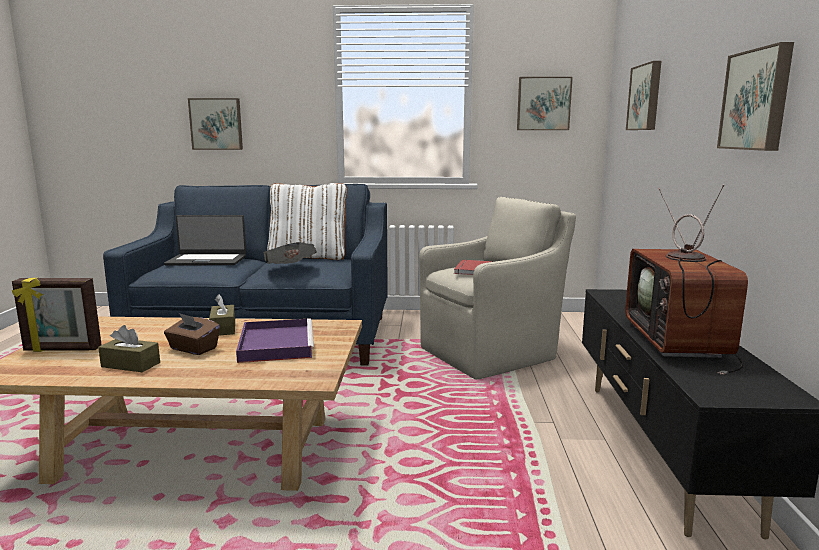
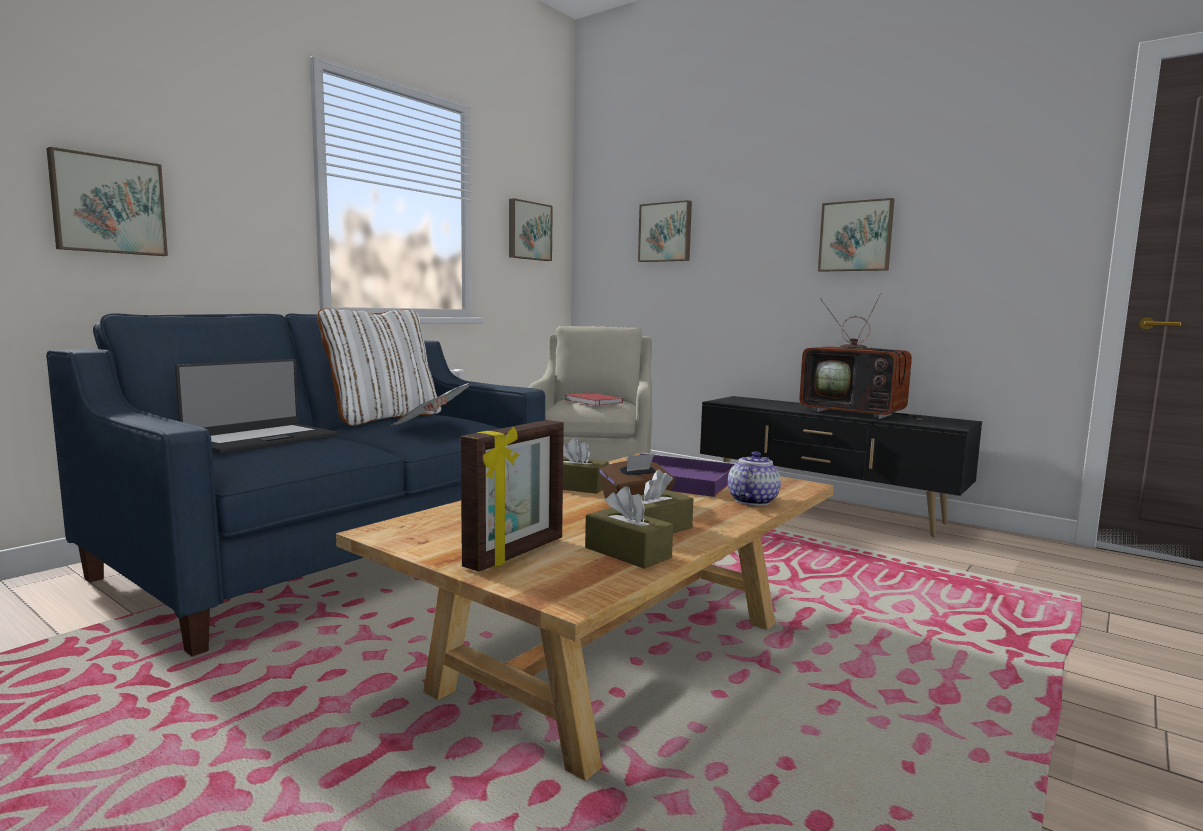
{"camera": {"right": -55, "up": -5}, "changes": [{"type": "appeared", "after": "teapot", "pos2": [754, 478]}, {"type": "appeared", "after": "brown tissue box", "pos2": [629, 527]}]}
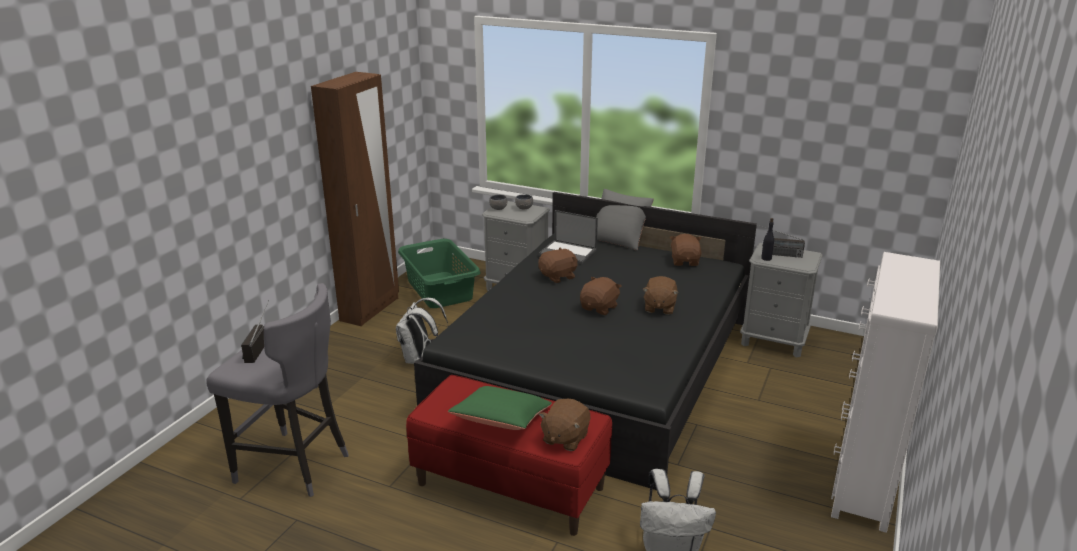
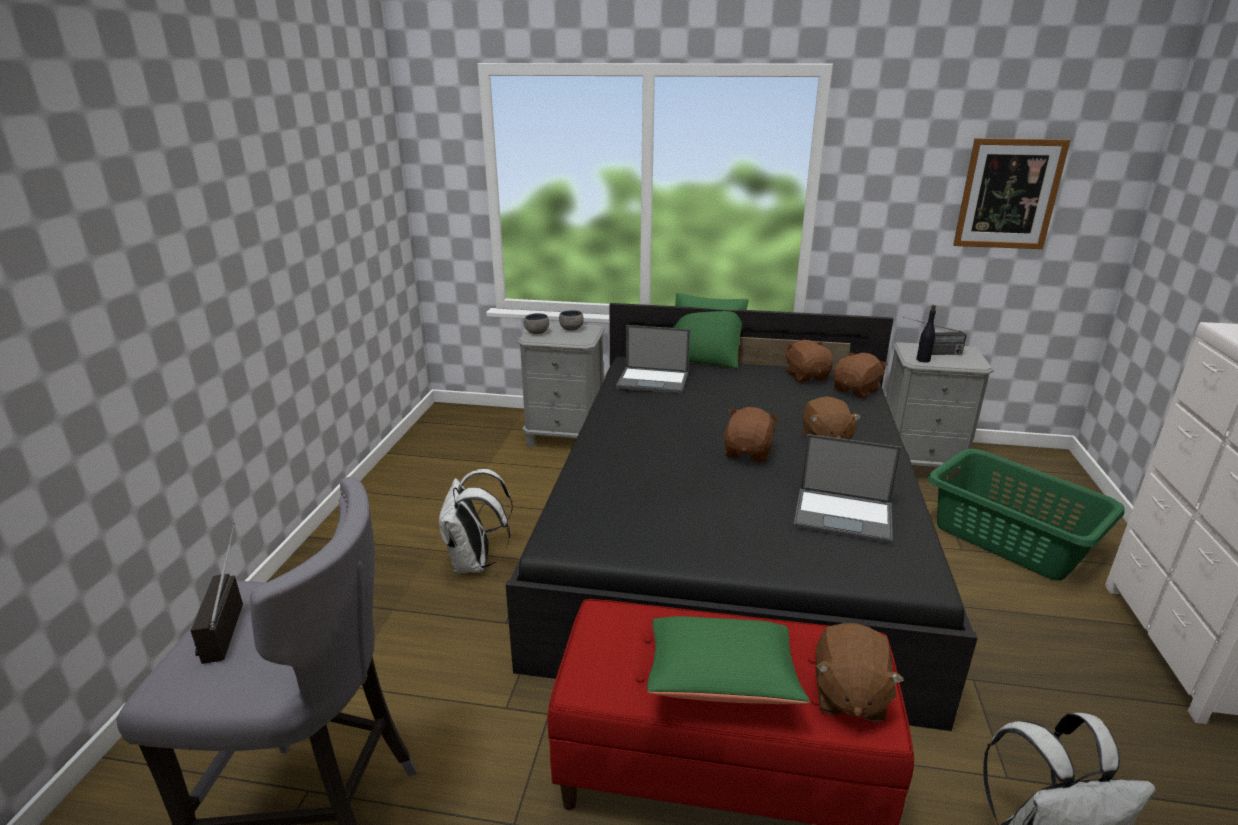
{"camera": {"right": -15, "up": 0}, "changes": [{"type": "missing", "before": "brown wardrobe", "pos1": [355, 199]}, {"type": "colour", "before": "grey pillow", "after": "green pillow", "pos1": [625, 220], "pos2": [711, 331]}, {"type": "relocated", "before": "green laundry basket", "pos1": [439, 273], "pos2": [1026, 514]}, {"type": "relocated", "before": "brown plush toy", "pos1": [558, 265], "pos2": [860, 375]}, {"type": "appeared", "after": "picture", "pos2": [1011, 193]}, {"type": "appeared", "after": "laptop", "pos2": [847, 489]}]}
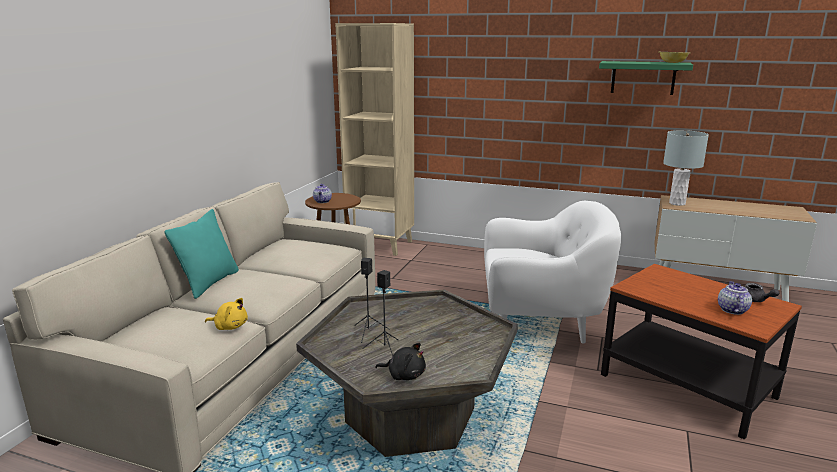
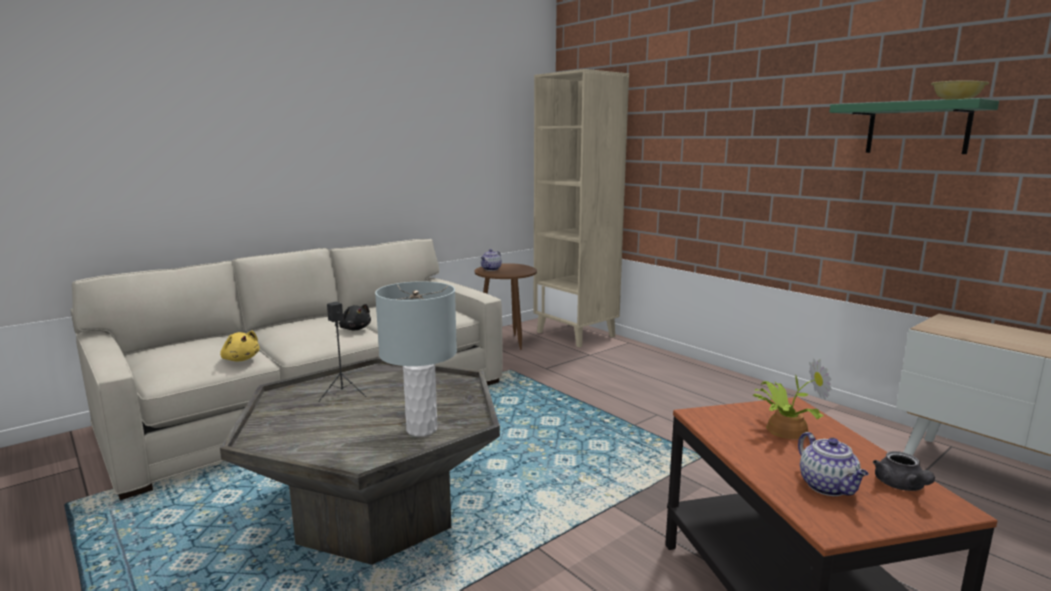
{"camera": {"right": 30, "up": -5}, "changes": [{"type": "relocated", "before": "grey table lamp", "pos1": [686, 168], "pos2": [416, 358]}, {"type": "missing", "before": "white armchair", "pos1": [552, 272]}, {"type": "missing", "before": "turquoise pillow", "pos1": [201, 254]}, {"type": "missing", "before": "black speaker", "pos1": [380, 313]}, {"type": "spun", "before": "teapot", "pos1": [735, 298], "pos2": [833, 464], "turn": 120}, {"type": "relocated", "before": "black plush toy", "pos1": [400, 361], "pos2": [355, 317]}, {"type": "appeared", "after": "potted plant", "pos2": [792, 399]}]}
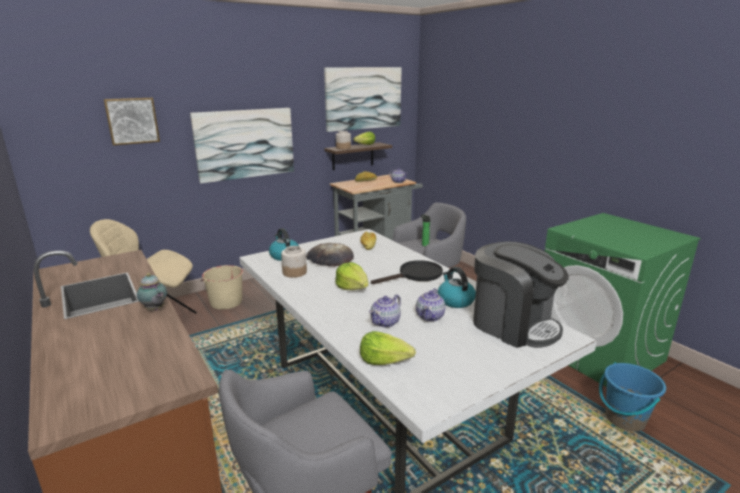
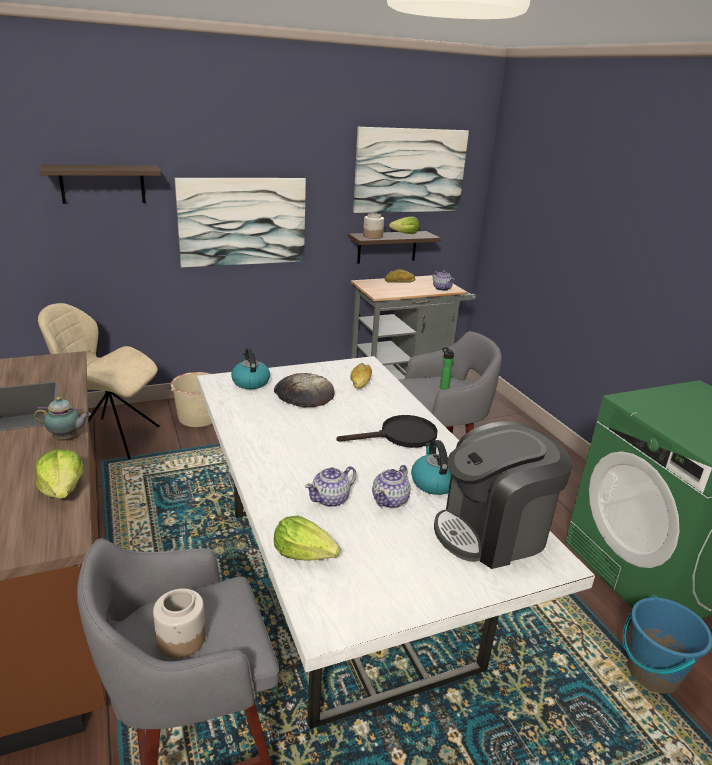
{"camera": {"right": 10, "up": 5}, "changes": [{"type": "exchanged", "before": "picture", "after": "shelf", "pos1": [132, 122], "pos2": [100, 184]}, {"type": "spun", "before": "coffee machine", "pos1": [521, 294], "pos2": [503, 495], "turn": 105}, {"type": "relocated", "before": "jar", "pos1": [294, 262], "pos2": [179, 623]}, {"type": "relocated", "before": "lettuce", "pos1": [352, 276], "pos2": [60, 474]}, {"type": "spun", "before": "teapot", "pos1": [152, 291], "pos2": [62, 418], "turn": -60}]}
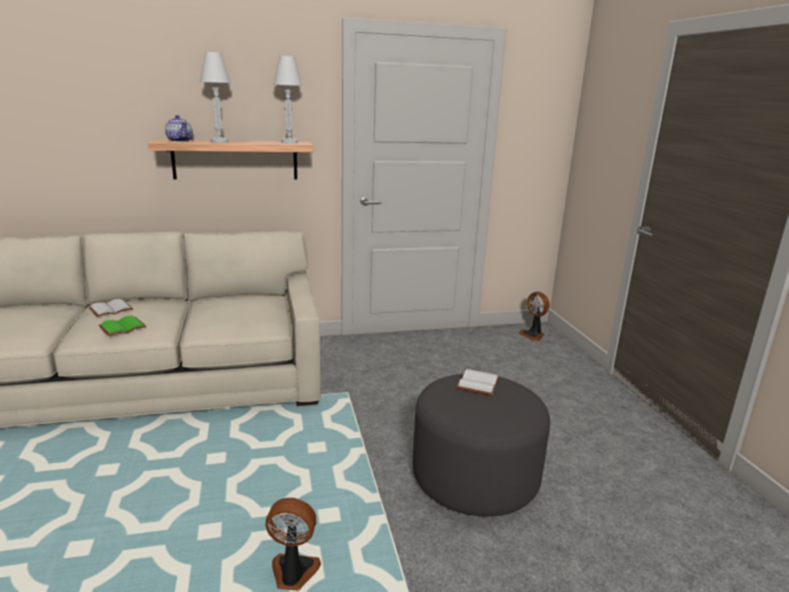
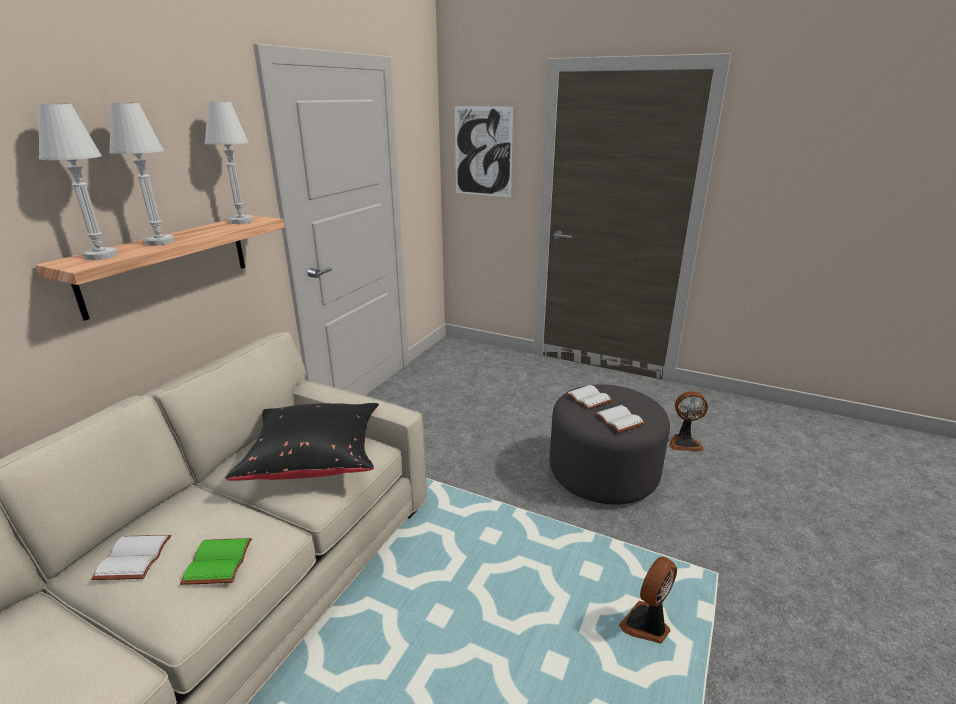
{"camera": {"right": -50, "up": 5}, "changes": [{"type": "exchanged", "before": "teapot", "after": "white table lamp", "pos1": [179, 128], "pos2": [78, 182]}, {"type": "relocated", "before": "fan", "pos1": [534, 316], "pos2": [688, 421]}, {"type": "appeared", "after": "picture", "pos2": [484, 151]}, {"type": "appeared", "after": "black pillow", "pos2": [302, 442]}, {"type": "appeared", "after": "white book", "pos2": [619, 418]}]}
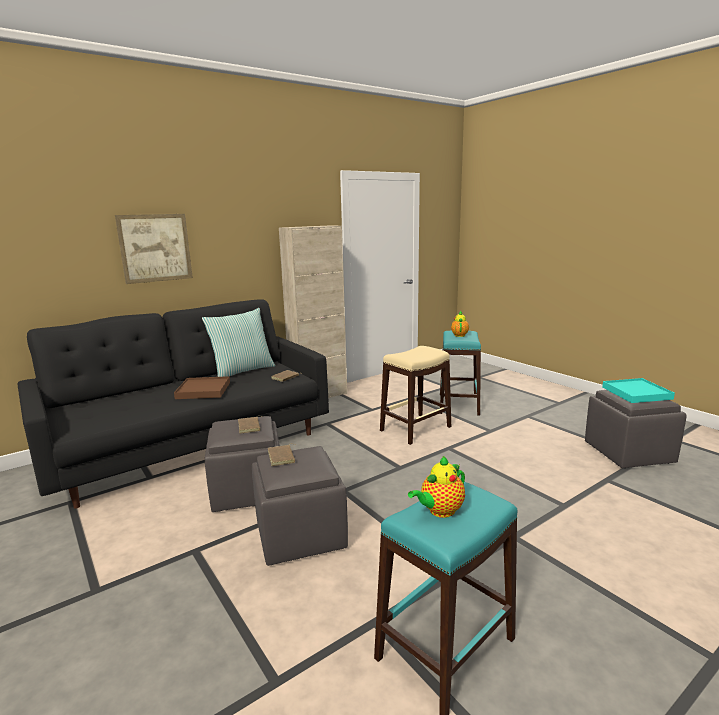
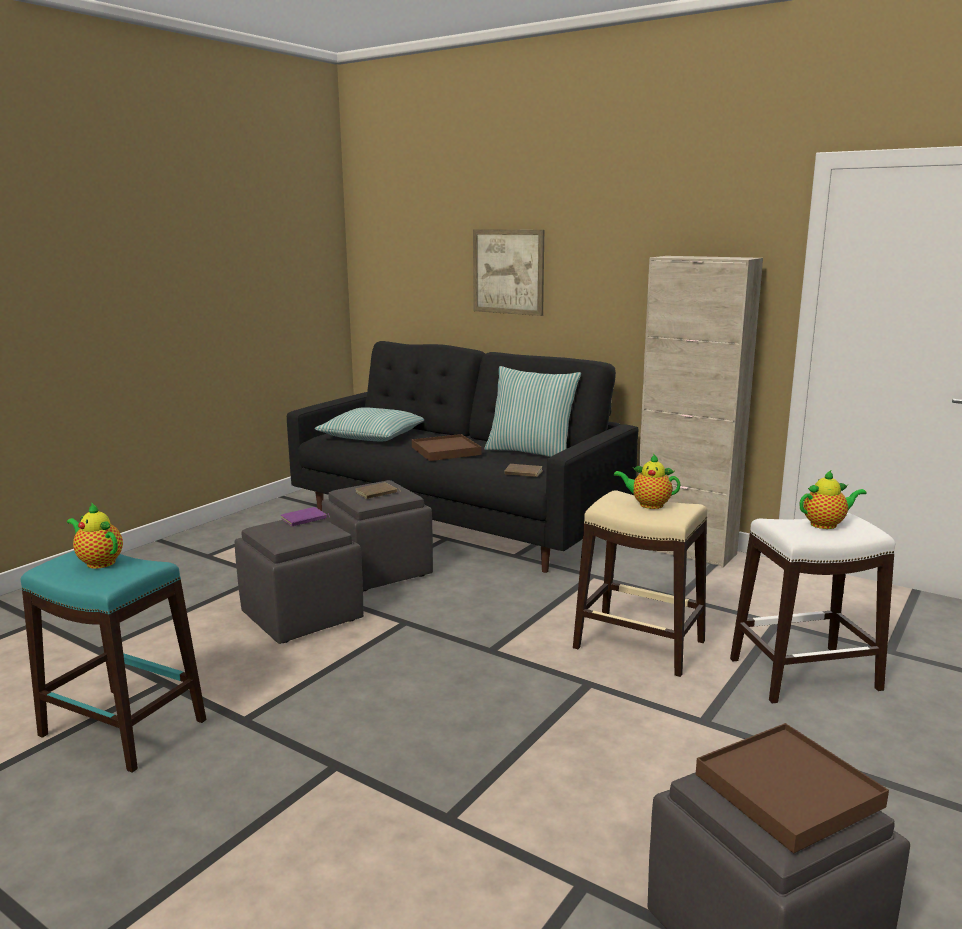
{"camera": {"right": 70, "up": 0}, "changes": [{"type": "colour", "before": "turquoise stool", "after": "white stool", "pos1": [460, 372], "pos2": [812, 608]}, {"type": "colour", "before": "turquoise tray", "after": "brown tray", "pos1": [638, 390], "pos2": [792, 788]}, {"type": "colour", "before": "brown book", "after": "purple book", "pos1": [282, 455], "pos2": [306, 516]}, {"type": "appeared", "after": "pillow", "pos2": [369, 424]}, {"type": "appeared", "after": "teapot", "pos2": [647, 481]}]}
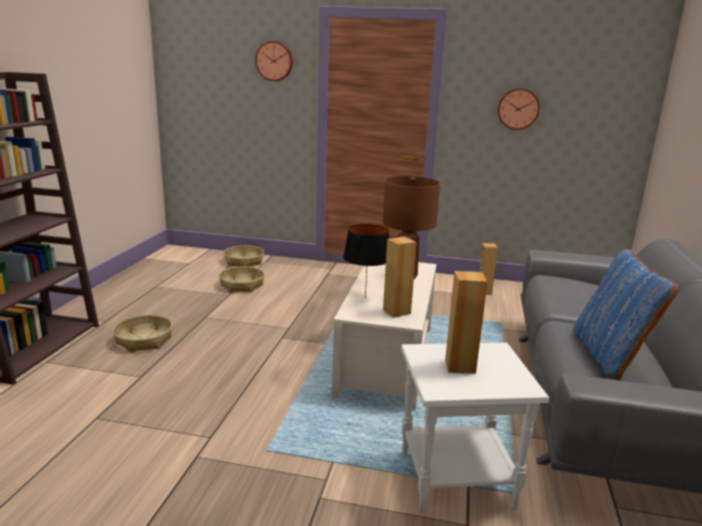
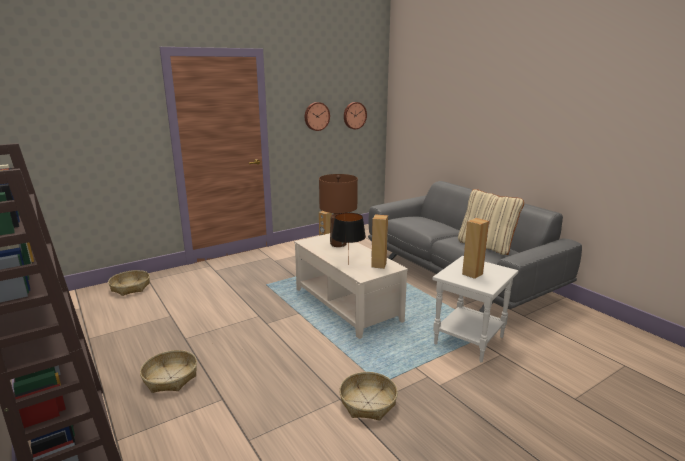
{"camera": {"right": -45, "up": 0}, "changes": [{"type": "relocated", "before": "wall clock", "pos1": [274, 61], "pos2": [355, 115]}, {"type": "colour", "before": "blue pillow", "after": "beige pillow", "pos1": [626, 314], "pos2": [491, 222]}, {"type": "relocated", "before": "basket", "pos1": [241, 279], "pos2": [368, 396]}]}
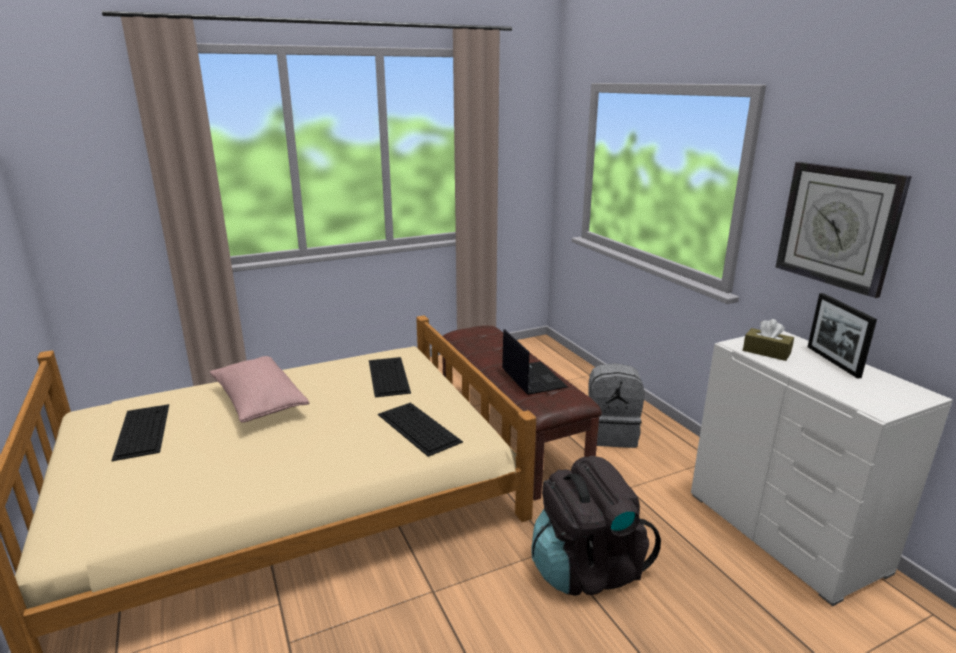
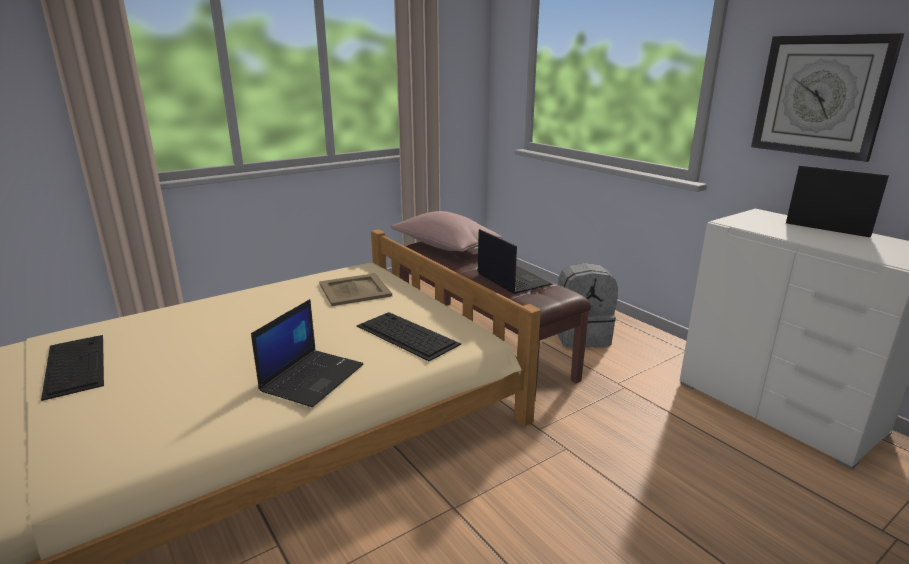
{"camera": {"right": -10, "up": 0}, "changes": [{"type": "spun", "before": "picture frame", "pos1": [842, 336], "pos2": [837, 201], "turn": 150}, {"type": "missing", "before": "brown tissue box", "pos1": [768, 340]}, {"type": "relocated", "before": "pink pillow", "pos1": [259, 389], "pos2": [446, 231]}, {"type": "exchanged", "before": "keyboard", "after": "beige tray", "pos1": [390, 377], "pos2": [355, 289]}, {"type": "missing", "before": "black backpack", "pos1": [596, 526]}, {"type": "appeared", "after": "laptop", "pos2": [307, 353]}]}
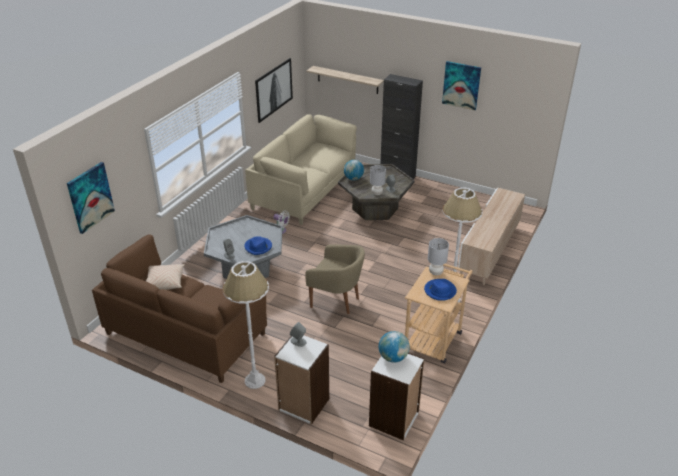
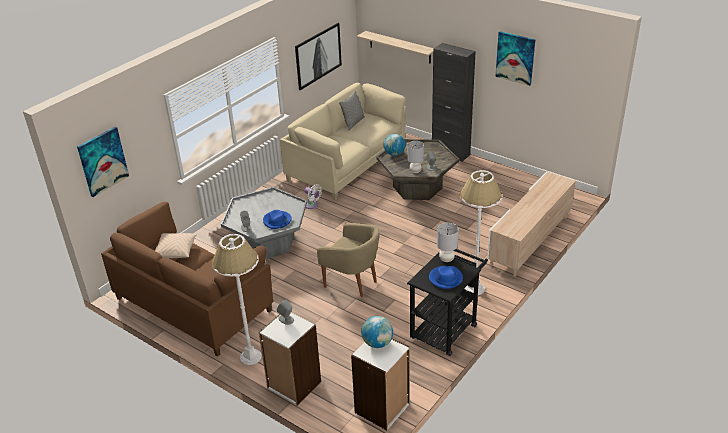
{"camera": {"right": 10, "up": 0}, "changes": [{"type": "colour", "before": "beige cart", "after": "black cart", "pos1": [438, 314], "pos2": [447, 302]}, {"type": "appeared", "after": "grey pillow", "pos2": [352, 110]}]}
